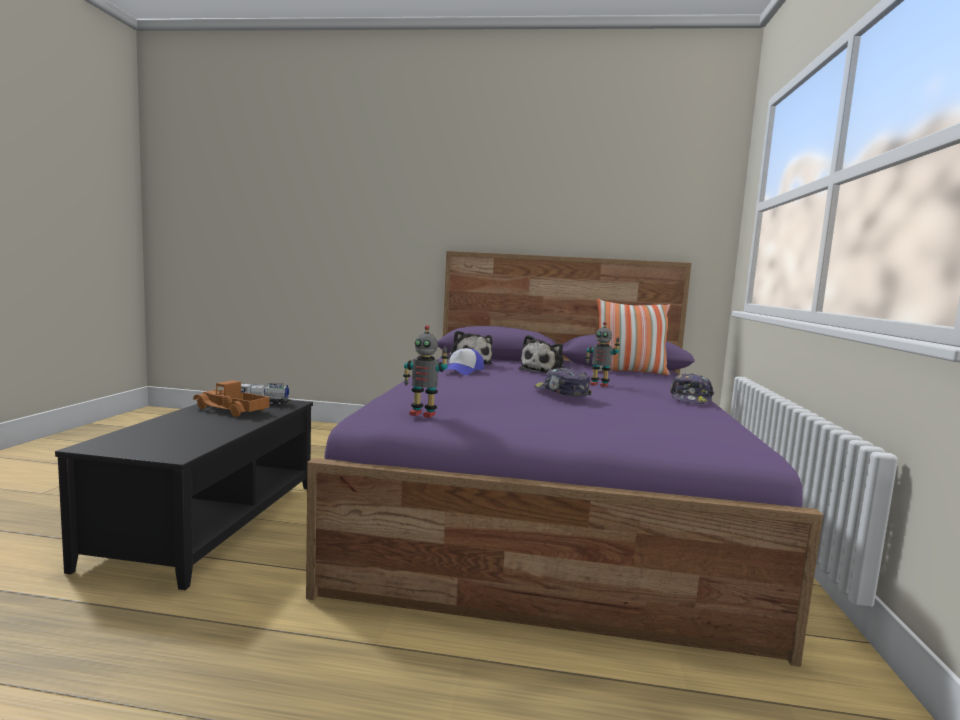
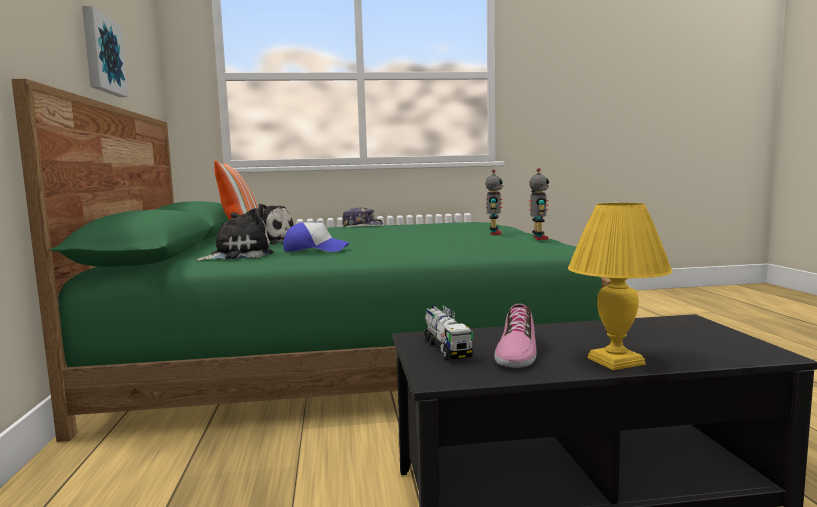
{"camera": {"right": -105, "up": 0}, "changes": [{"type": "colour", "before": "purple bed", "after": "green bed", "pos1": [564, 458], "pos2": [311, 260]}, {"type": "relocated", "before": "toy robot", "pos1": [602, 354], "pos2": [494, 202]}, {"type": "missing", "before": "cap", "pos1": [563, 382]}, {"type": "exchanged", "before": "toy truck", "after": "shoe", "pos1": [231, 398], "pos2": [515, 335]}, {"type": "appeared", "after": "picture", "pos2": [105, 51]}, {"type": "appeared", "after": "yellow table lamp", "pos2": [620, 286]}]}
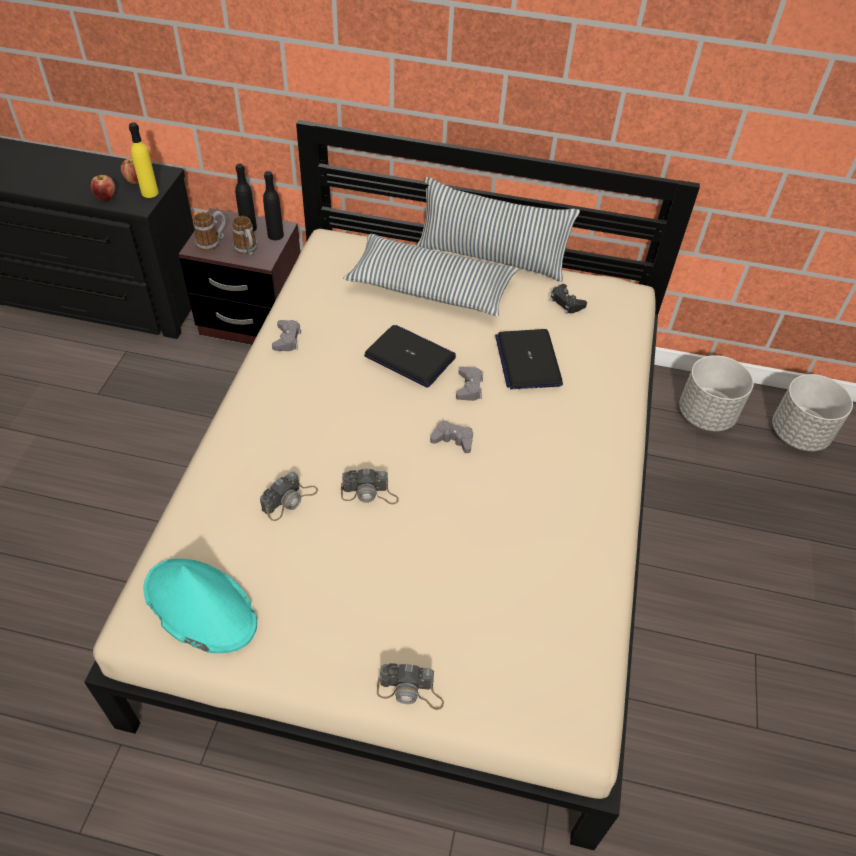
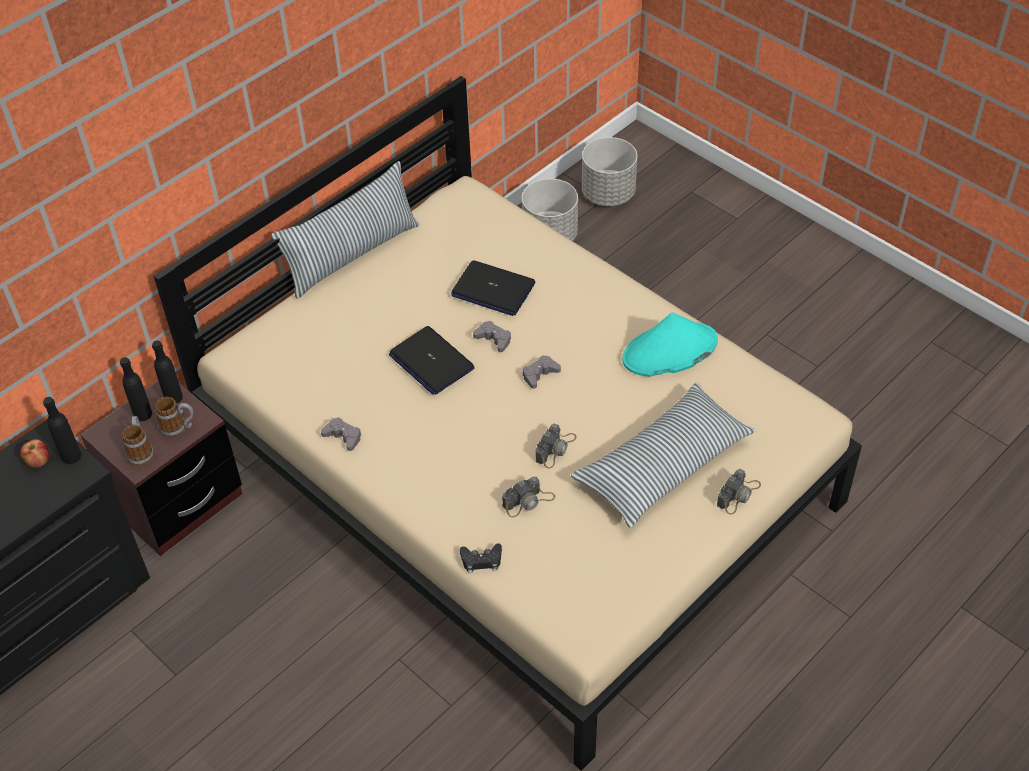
{"camera": {"right": -55, "up": 0}, "changes": [{"type": "colour", "before": "yellow bottle", "after": "black bottle", "pos1": [144, 160], "pos2": [62, 430]}, {"type": "missing", "before": "apple", "pos1": [103, 188]}, {"type": "relocated", "before": "pillow", "pos1": [430, 275], "pos2": [663, 455]}, {"type": "relocated", "before": "black game controller", "pos1": [568, 299], "pos2": [481, 558]}, {"type": "spun", "before": "laptop", "pos1": [410, 356], "pos2": [432, 360], "turn": -105}, {"type": "spun", "before": "photo camera", "pos1": [289, 496], "pos2": [528, 497], "turn": 75}, {"type": "relocated", "before": "turquoise hat", "pos1": [200, 605], "pos2": [670, 344]}]}
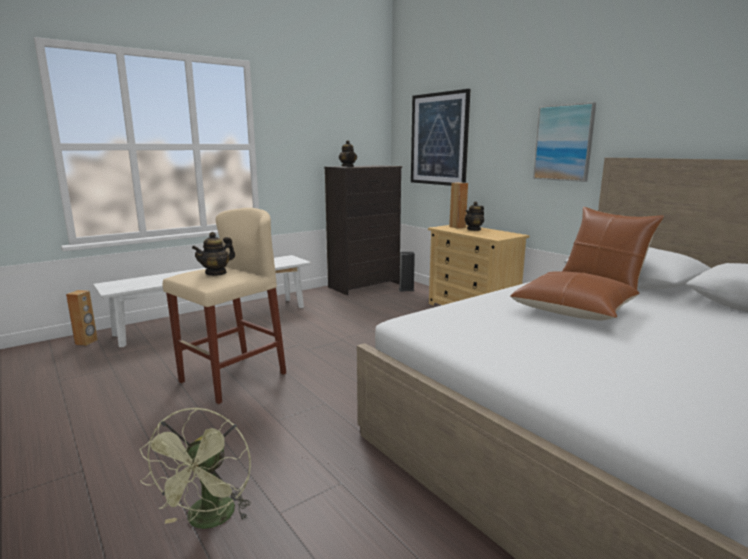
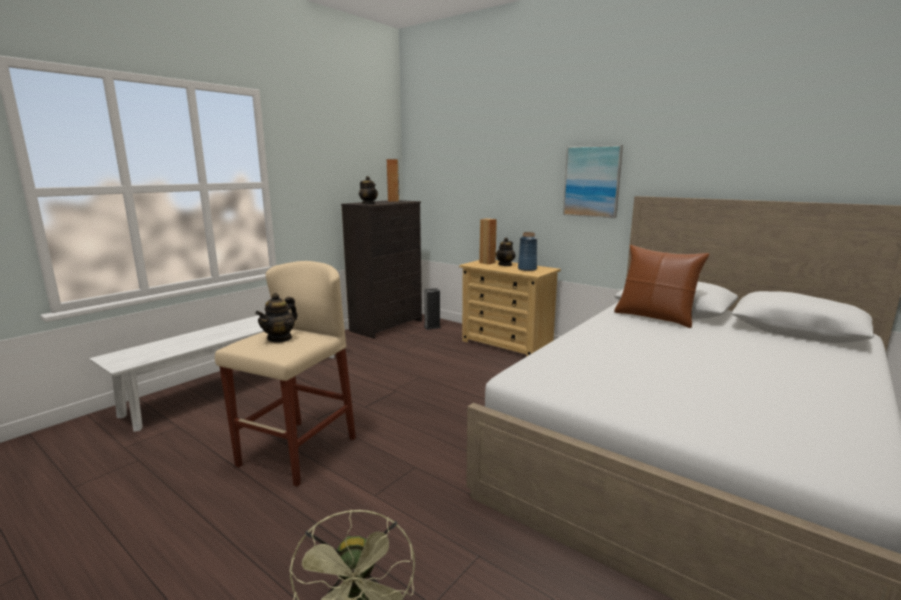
{"camera": {"right": -15, "up": 0}, "changes": [{"type": "missing", "before": "picture", "pos1": [441, 137]}, {"type": "missing", "before": "brown pillow", "pos1": [575, 295]}, {"type": "relocated", "before": "brown speaker", "pos1": [82, 318], "pos2": [393, 180]}, {"type": "appeared", "after": "blue vase", "pos2": [527, 251]}]}
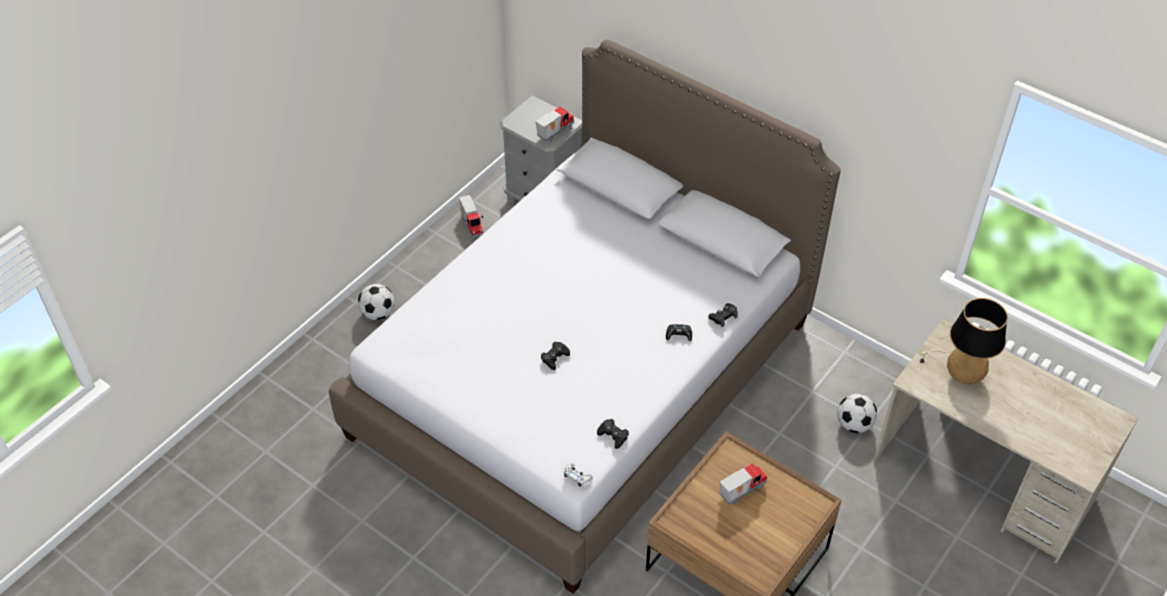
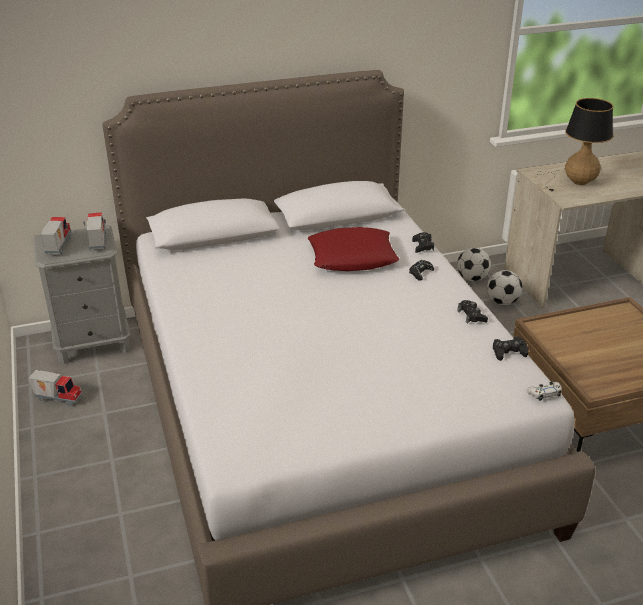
{"camera": {"right": -55, "up": -15}, "changes": [{"type": "relocated", "before": "football", "pos1": [376, 302], "pos2": [474, 264]}, {"type": "relocated", "before": "black game controller", "pos1": [555, 355], "pos2": [472, 312]}, {"type": "relocated", "before": "toy truck", "pos1": [743, 484], "pos2": [56, 235]}, {"type": "appeared", "after": "red pillow", "pos2": [353, 249]}]}
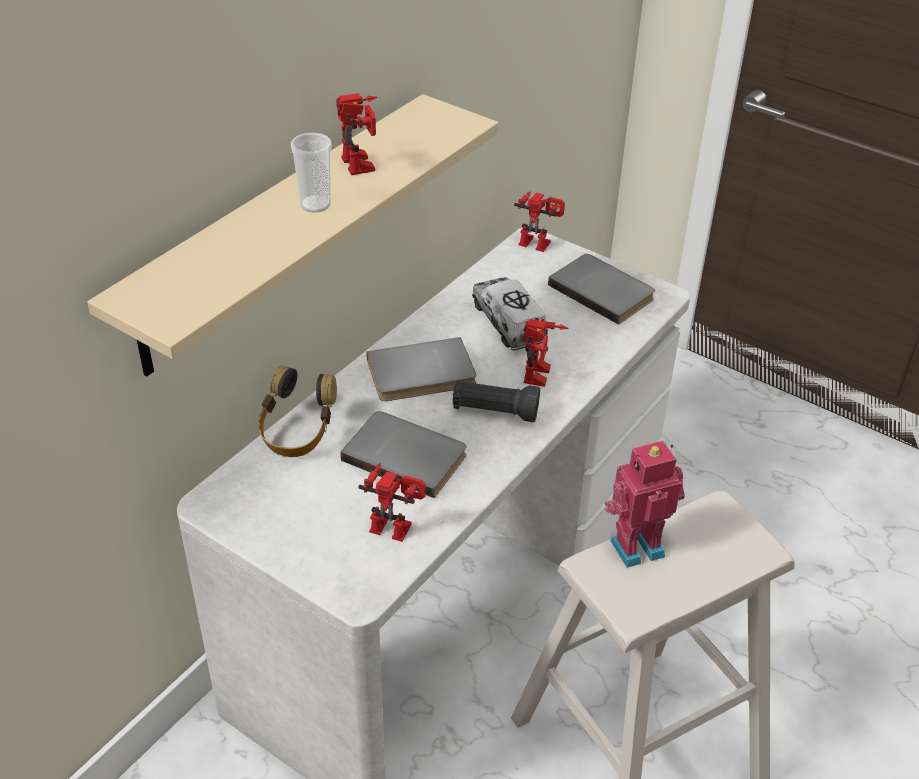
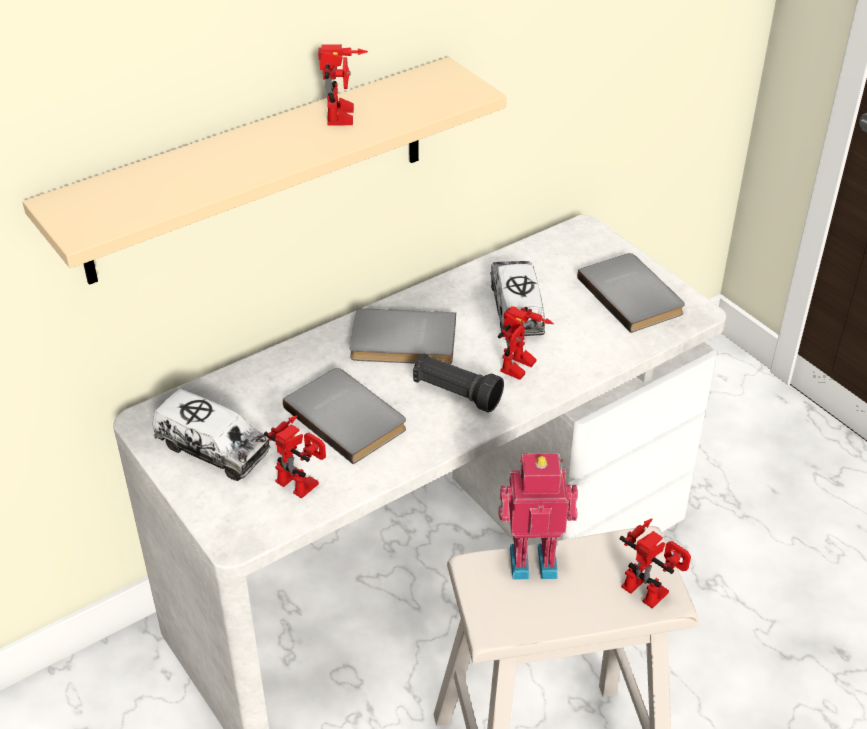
{"camera": {"right": 20, "up": 0}, "changes": [{"type": "missing", "before": "cup", "pos1": [311, 173]}, {"type": "relocated", "before": "toy robot", "pos1": [539, 221], "pos2": [655, 564]}, {"type": "missing", "before": "headphones", "pos1": [298, 411]}, {"type": "appeared", "after": "toy truck", "pos2": [211, 435]}]}
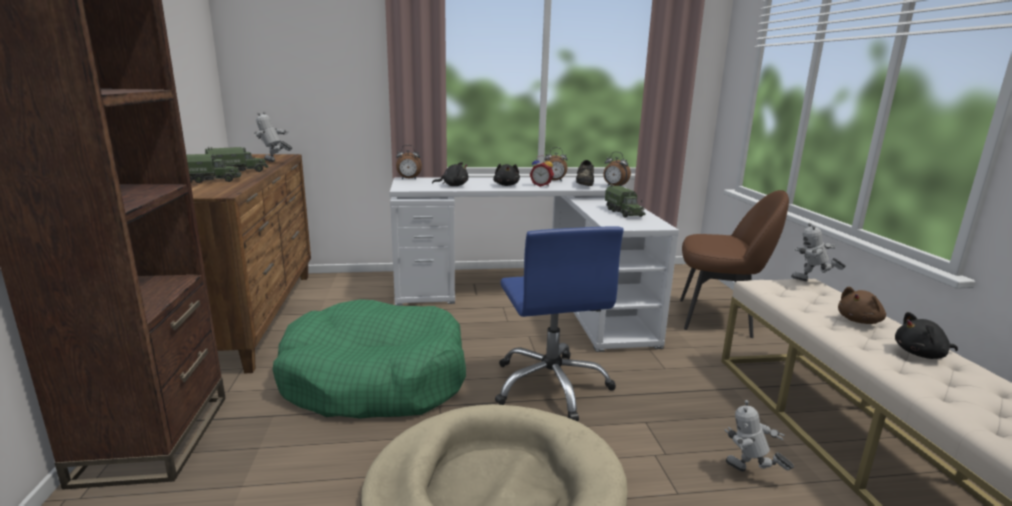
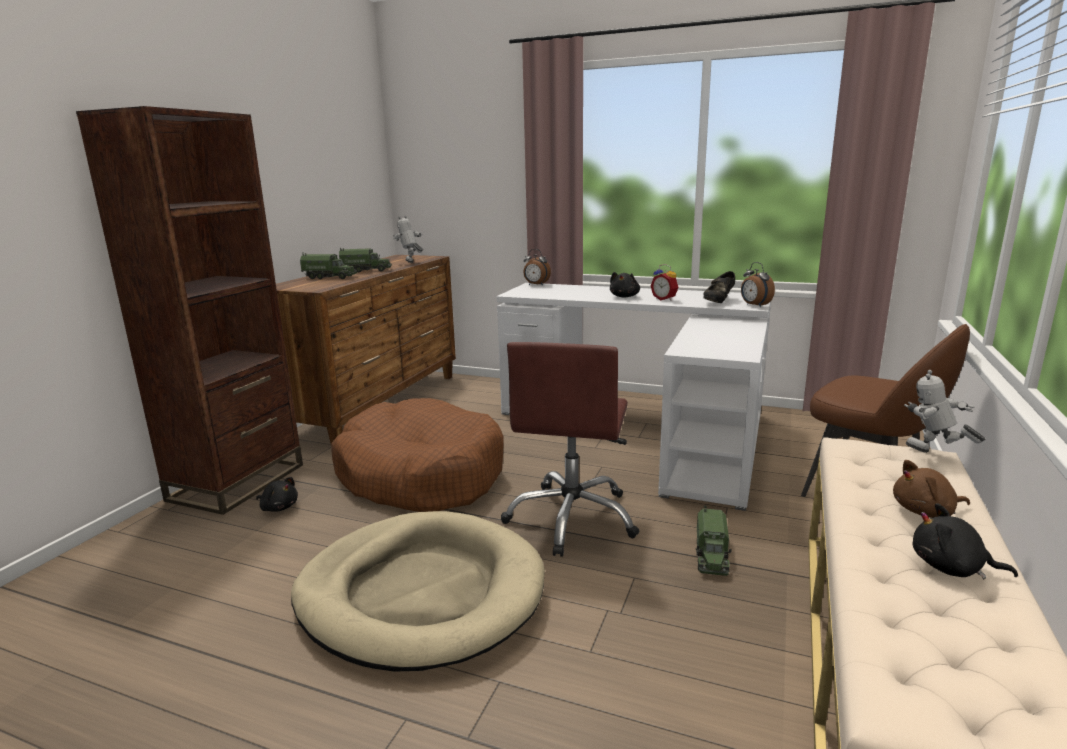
{"camera": {"right": 30, "up": 0}, "changes": [{"type": "missing", "before": "alarm clock", "pos1": [556, 164]}, {"type": "relocated", "before": "black plush toy", "pos1": [450, 174], "pos2": [277, 494]}, {"type": "relocated", "before": "toy truck", "pos1": [625, 200], "pos2": [713, 541]}, {"type": "colour", "before": "blue office chair", "after": "brown office chair", "pos1": [559, 324], "pos2": [570, 449]}, {"type": "colour", "before": "green dog bed", "after": "brown dog bed", "pos1": [369, 359], "pos2": [417, 455]}, {"type": "missing", "before": "toy robot", "pos1": [759, 436]}]}
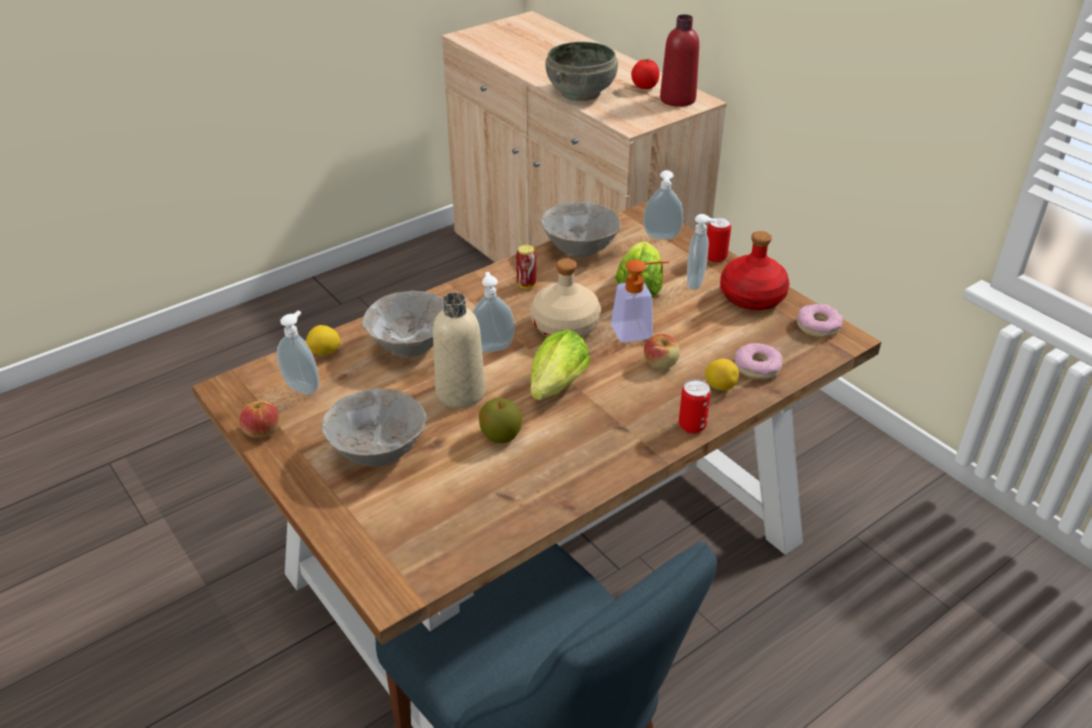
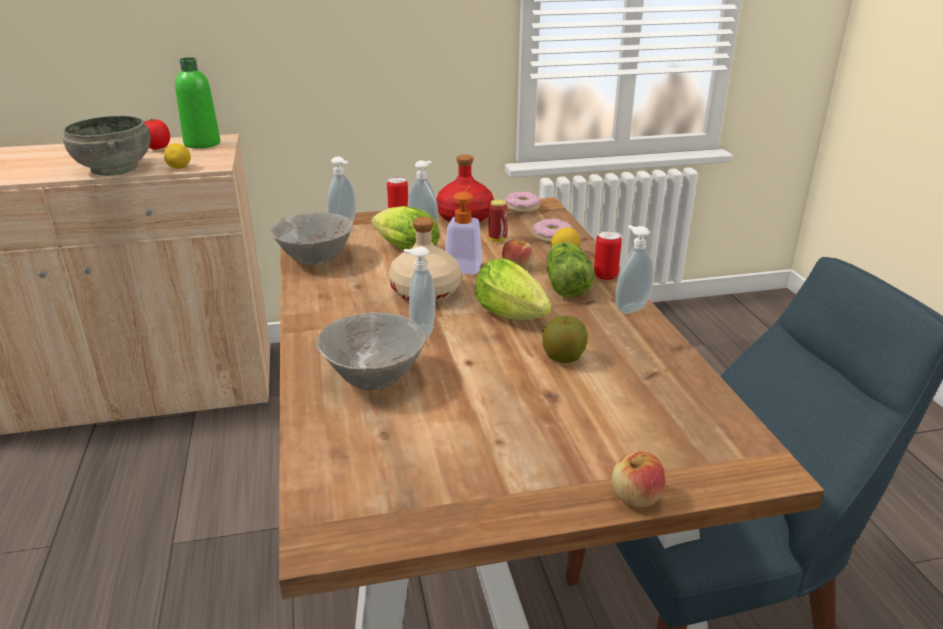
{"camera": {"right": -65, "up": -10}, "changes": [{"type": "colour", "before": "red bottle", "after": "green bottle", "pos1": [679, 60], "pos2": [197, 103]}, {"type": "relocated", "before": "can", "pos1": [526, 267], "pos2": [498, 220]}, {"type": "missing", "before": "beige bottle", "pos1": [459, 350]}, {"type": "relocated", "before": "soap dispenser", "pos1": [298, 352], "pos2": [634, 269]}, {"type": "relocated", "before": "lemon", "pos1": [323, 340], "pos2": [177, 156]}, {"type": "missing", "before": "grey bowl", "pos1": [374, 427]}, {"type": "relocated", "before": "apple", "pos1": [259, 419], "pos2": [638, 480]}, {"type": "appeared", "after": "lettuce", "pos2": [571, 270]}]}
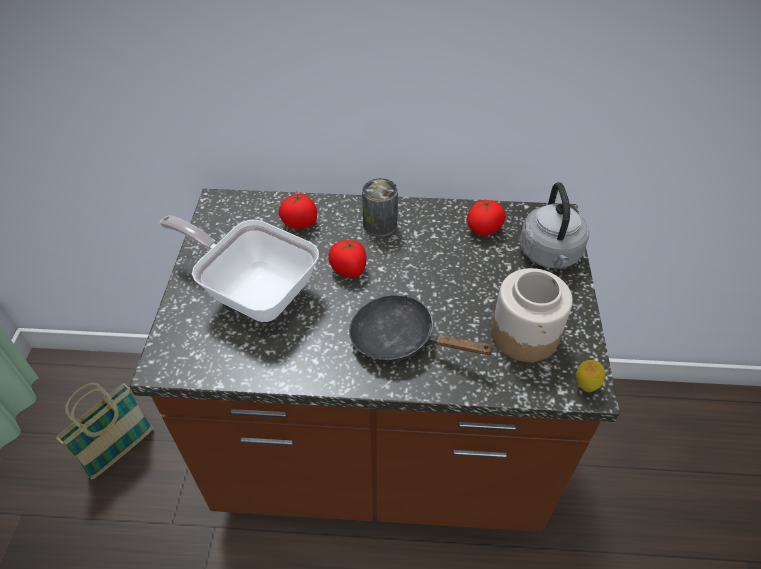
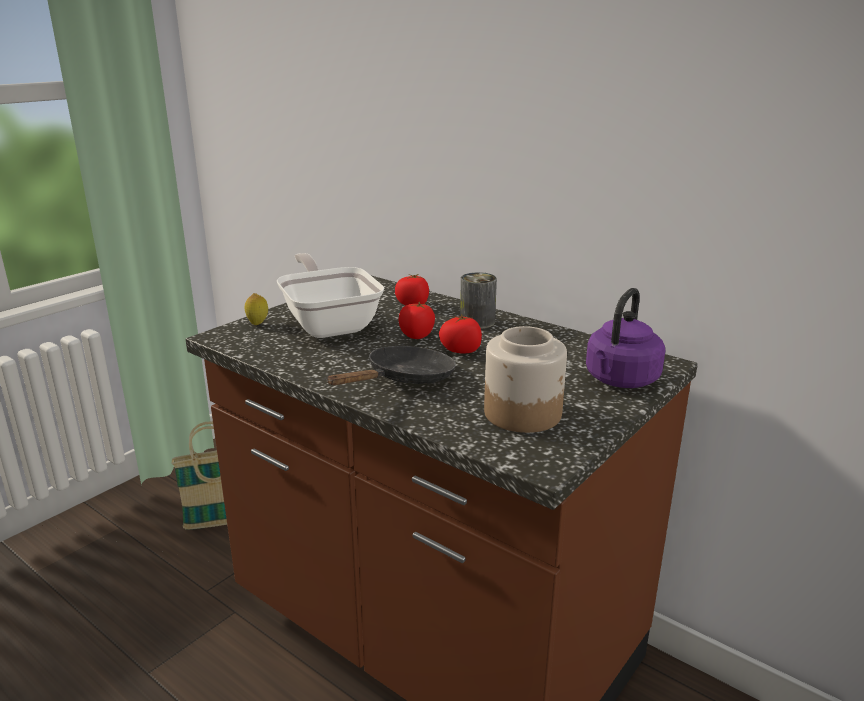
{"camera": {"right": 35, "up": -25}, "changes": [{"type": "colour", "before": "grey kettle", "after": "purple kettle", "pos1": [554, 225], "pos2": [625, 338]}, {"type": "relocated", "before": "tomato", "pos1": [486, 217], "pos2": [460, 334]}, {"type": "spun", "before": "black frying pan", "pos1": [422, 328], "pos2": [391, 365], "turn": 75}, {"type": "relocated", "before": "lemon", "pos1": [590, 376], "pos2": [256, 309]}]}
